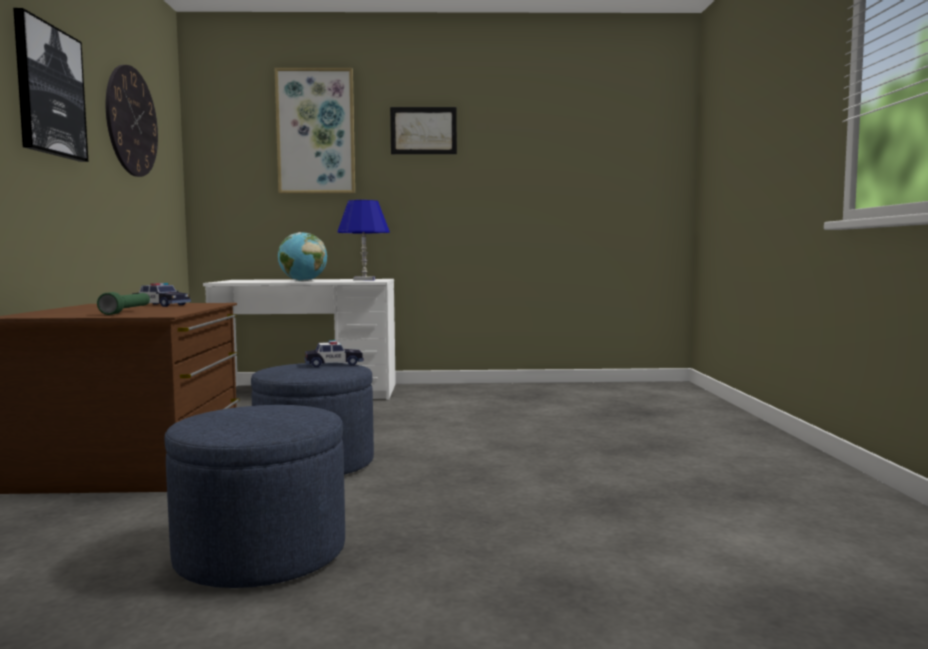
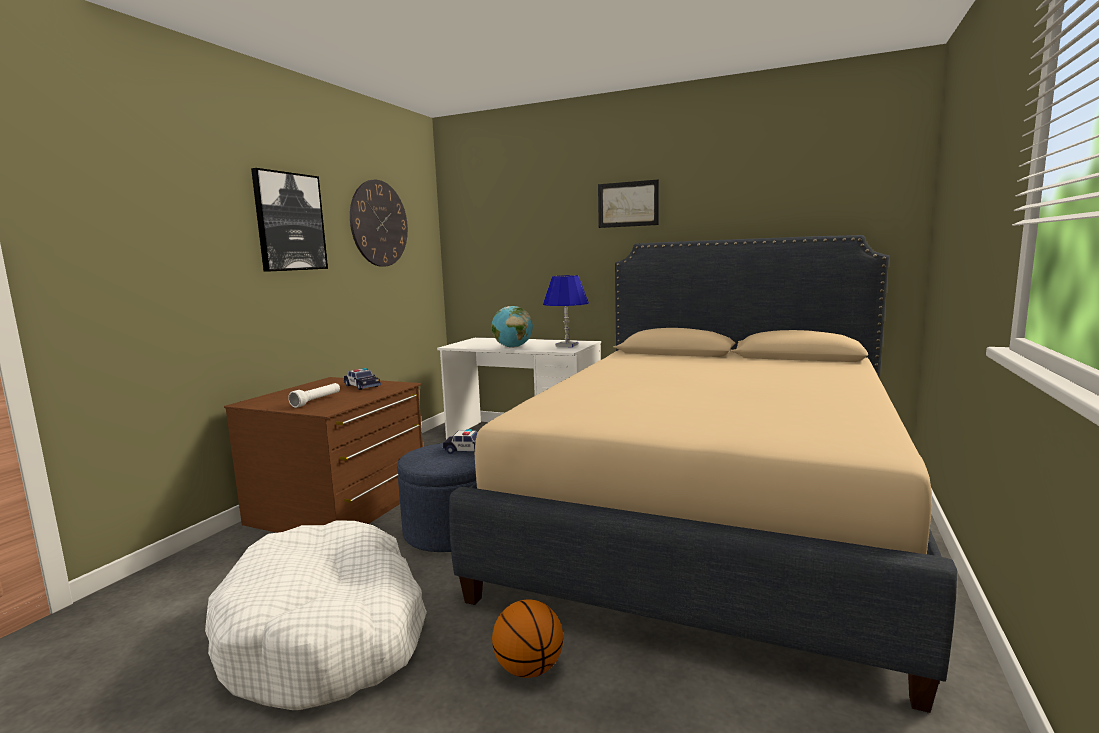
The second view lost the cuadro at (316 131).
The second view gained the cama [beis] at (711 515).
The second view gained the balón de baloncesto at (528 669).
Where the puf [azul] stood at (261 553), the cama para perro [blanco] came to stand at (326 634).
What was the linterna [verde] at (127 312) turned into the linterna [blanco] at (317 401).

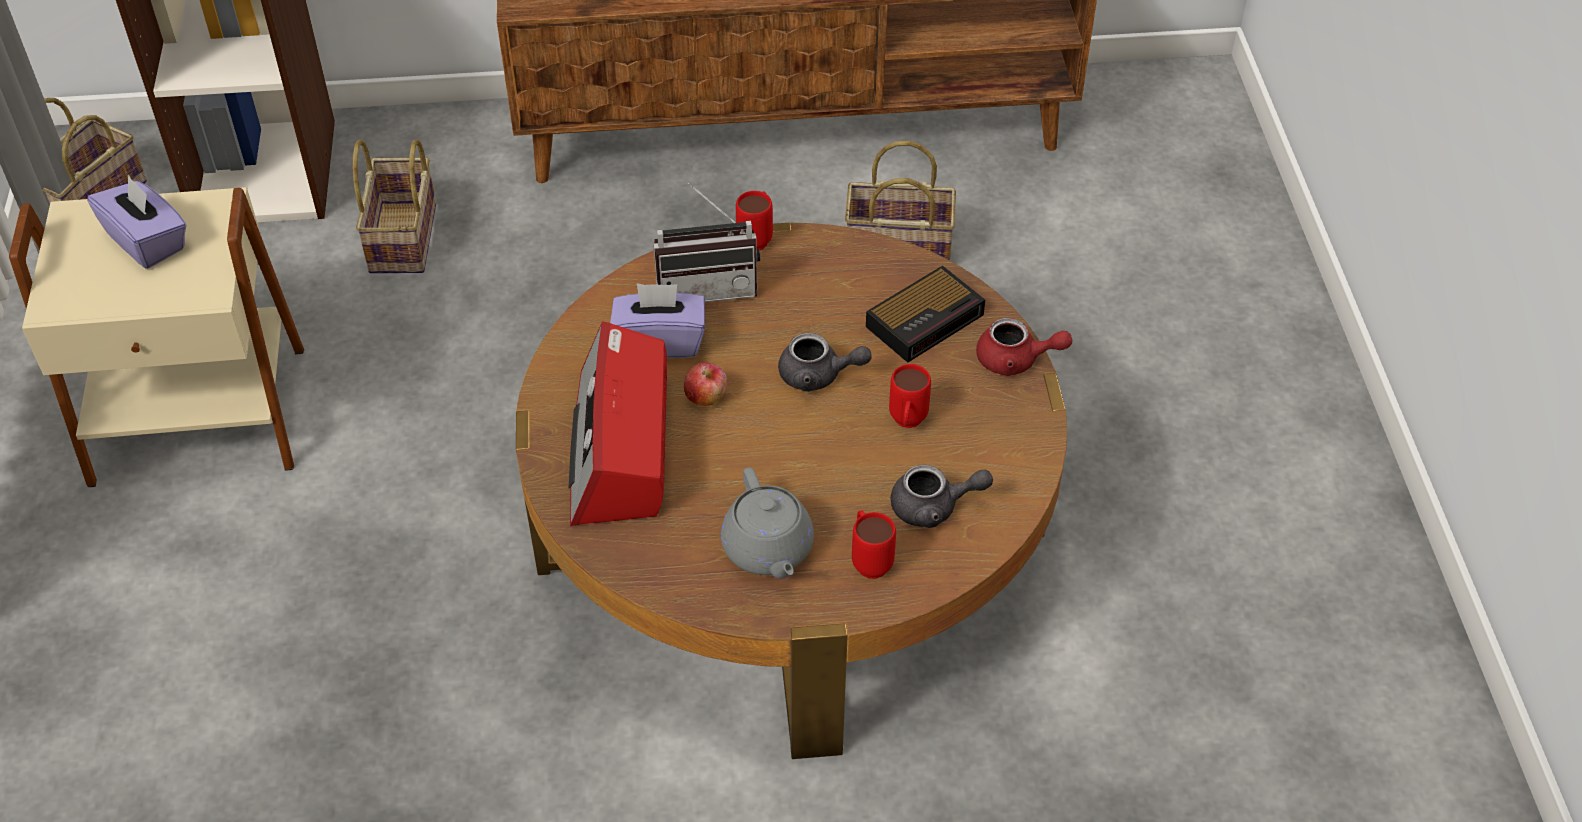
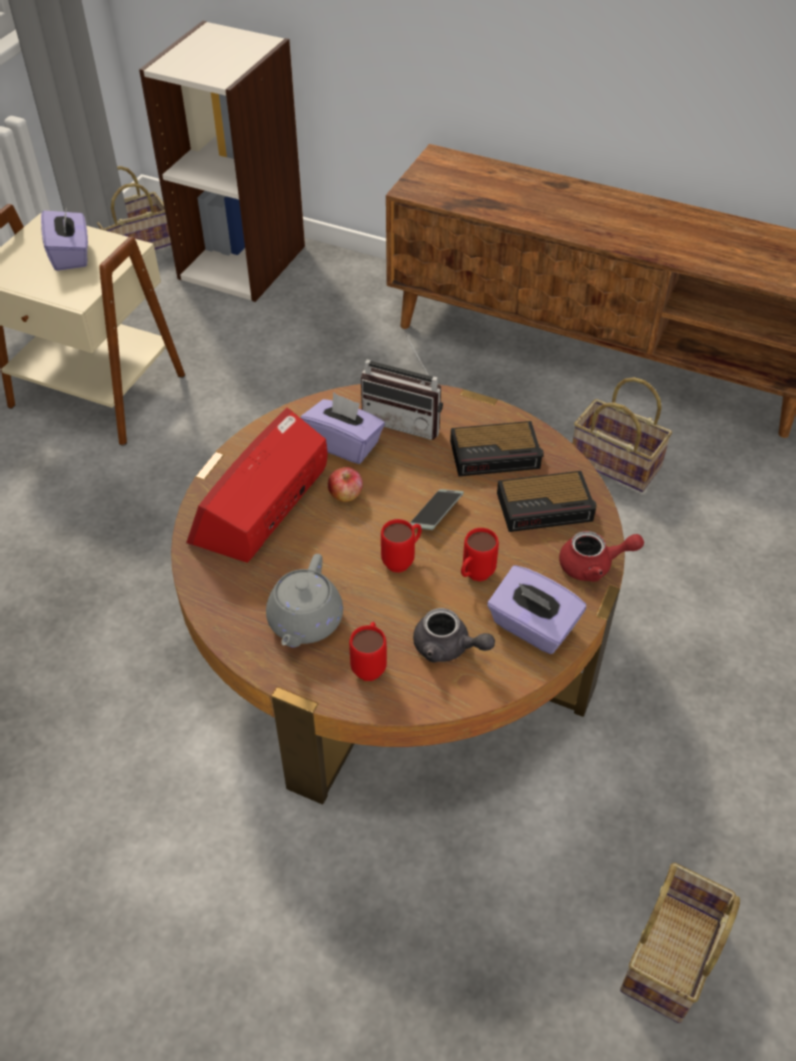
The second view gained the despertador at (497 454).
The second view gained the caja de pañuelos [morado] at (532 627).
The cesta ended up elsewhere, having gone from (405 240) to (671 959).
The taza grande [rojo] ended up elsewhere, having gone from (757 238) to (403 560).
Where the tetera [gris] stood at (818 376), the móvil came to stand at (435 514).
The tetera [rojo] at (1016 360) ended up facing another way, 45 degrees counterclockwise from before.

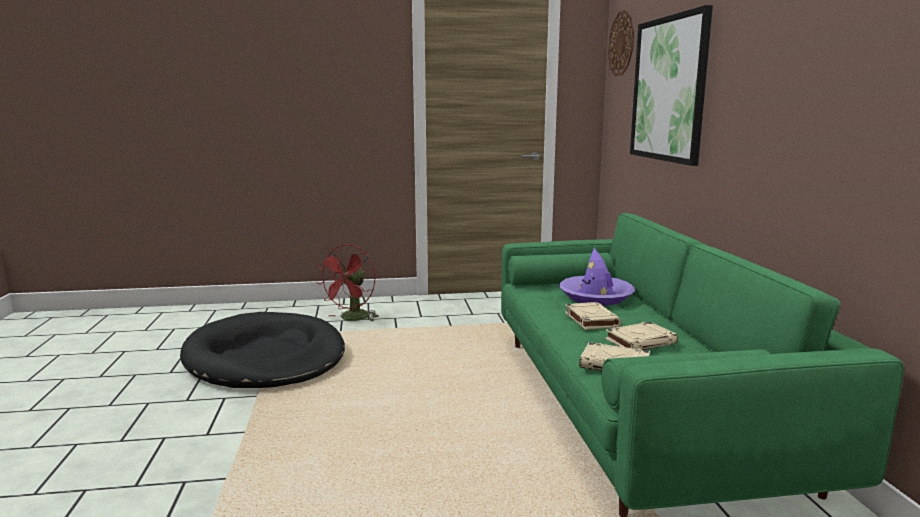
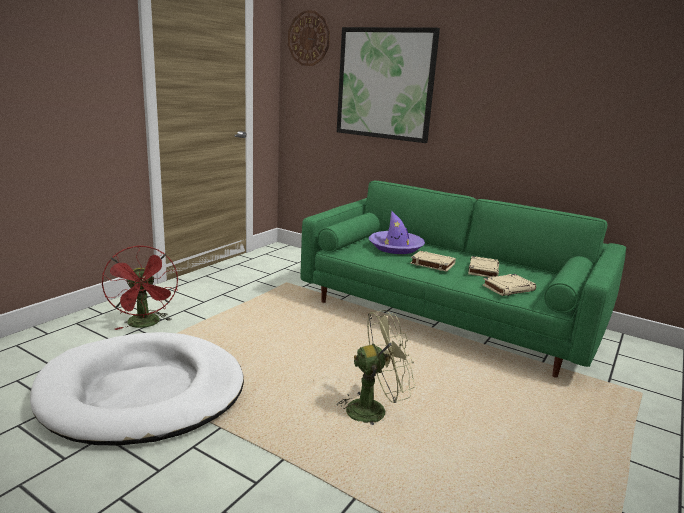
The second view gained the ventilador [verde] at (374 410).
What was the cama para perro [negro] at (265 357) turned into the cama para perro [blanco] at (143 393).

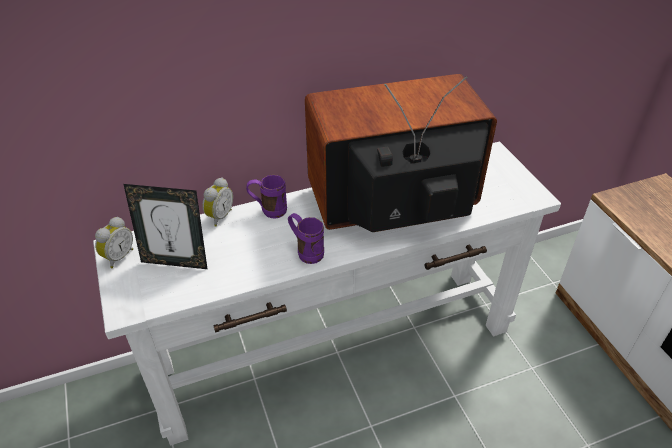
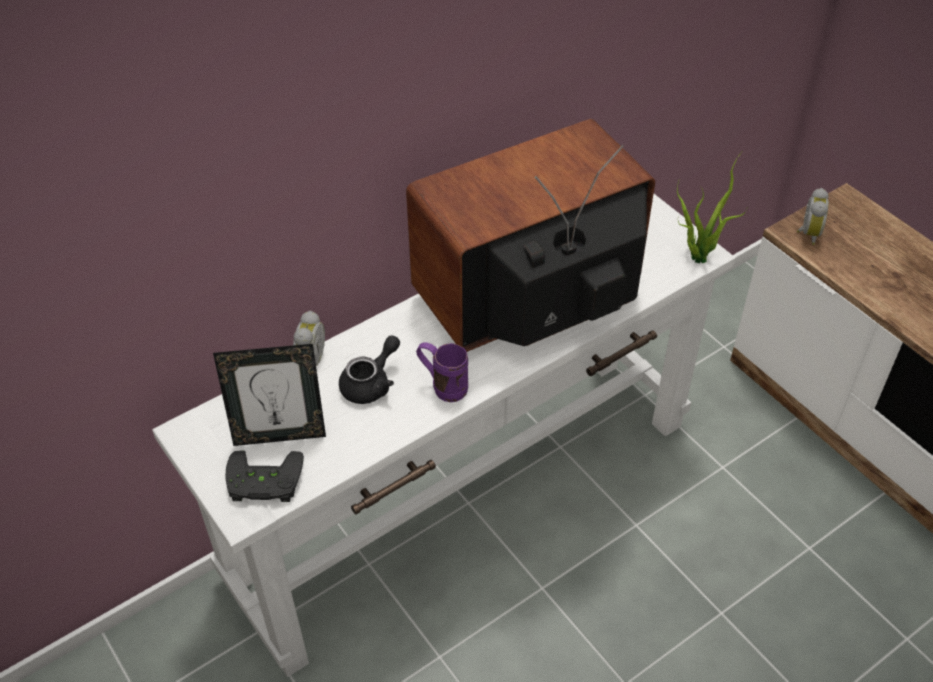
The second view lost the taza grande [morado] at (268 211).
The second view gained the mando de consola [negro] at (263 484).
The second view gained the tetera [negro] at (371 383).
The second view gained the planta en maceta at (698 254).
The despertador ended up elsewhere, having gone from (118 257) to (807 233).

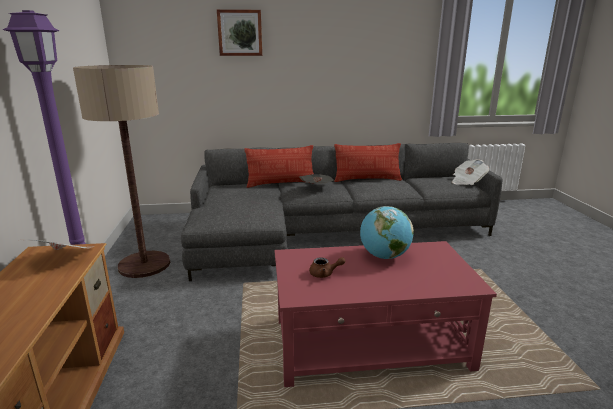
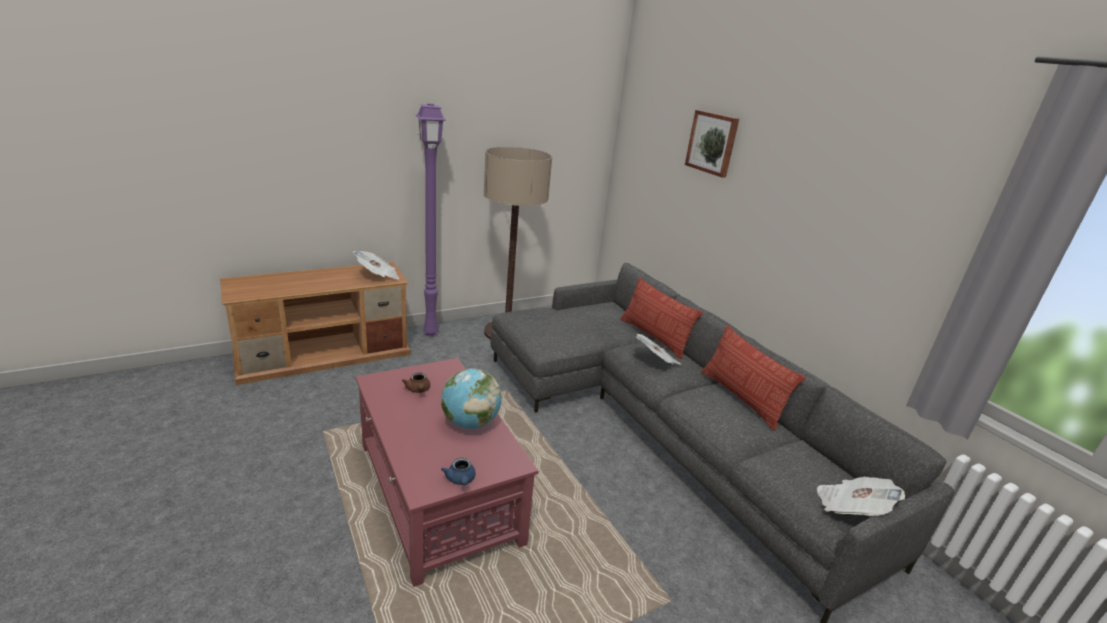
The second view gained the tetera [azul] at (460 480).

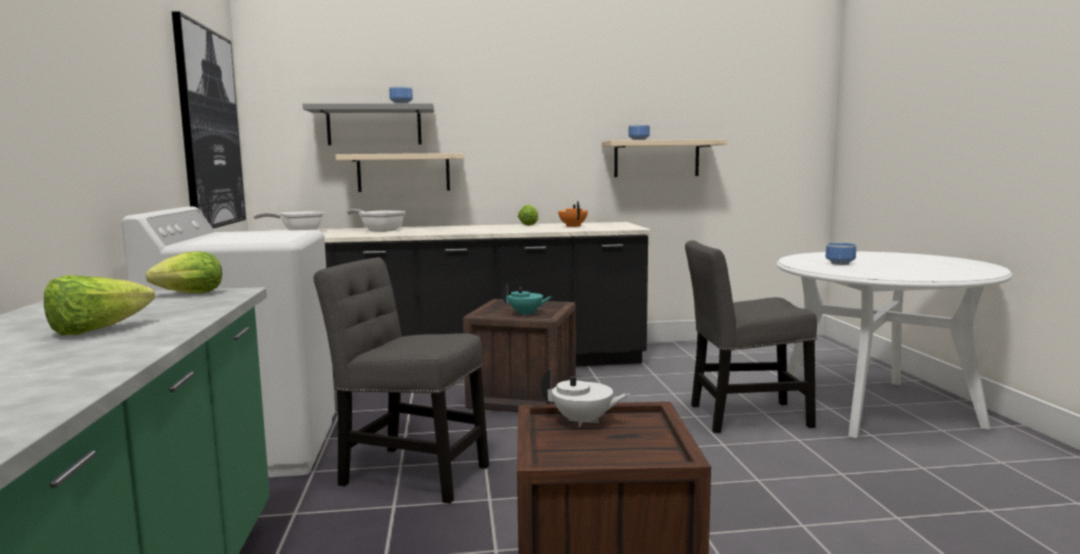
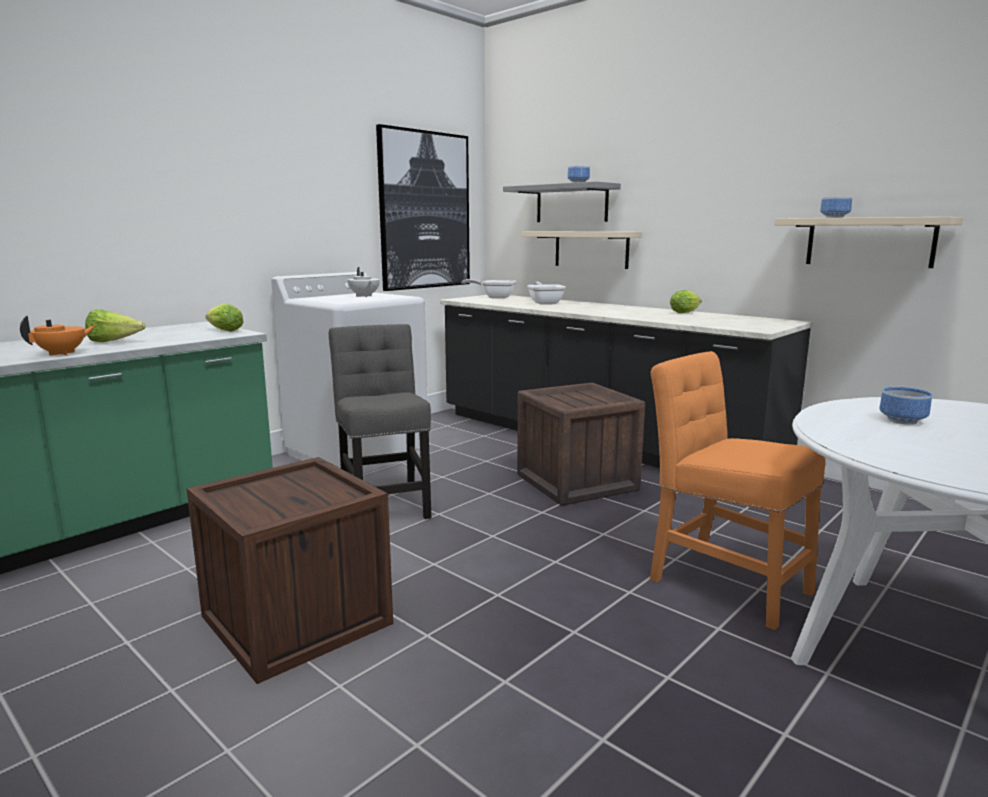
The second view lost the tetera [turquesa] at (526 314).
The tetera [blanco] ended up elsewhere, having gone from (583 422) to (364 296).
The tetera [naranja] ended up elsewhere, having gone from (573 226) to (62 353).
What was the silla [gris] at (743 417) turned into the silla [naranja] at (722 582).

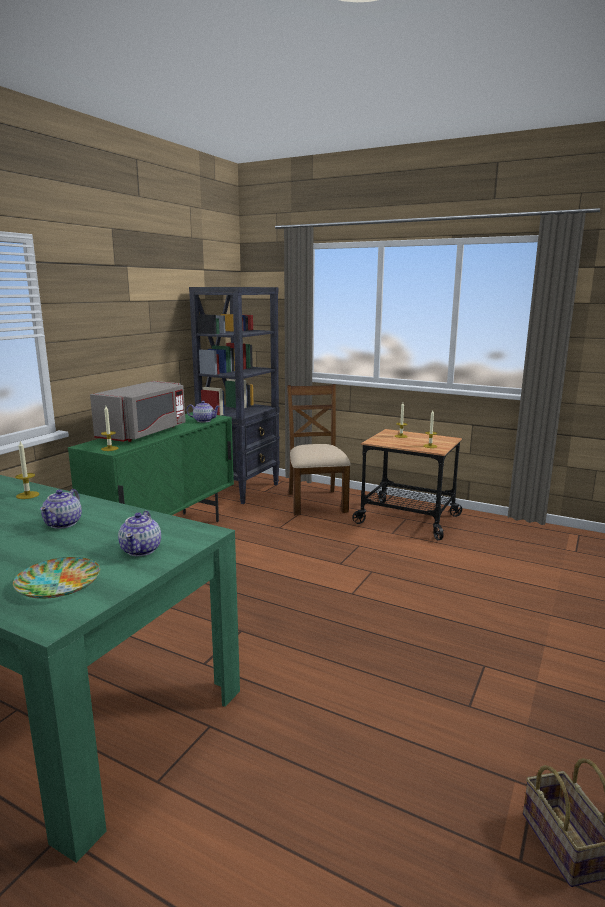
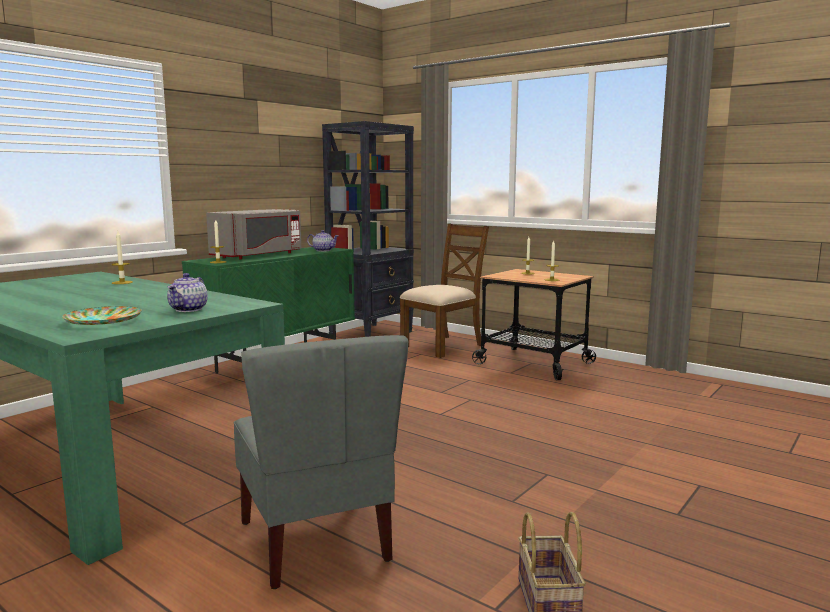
The second view lost the tetera at (64 523).
The second view gained the silla [gris] at (317 541).
The silla [marrón] at (316 502) ended up facing another way, 45 degrees clockwise from before.

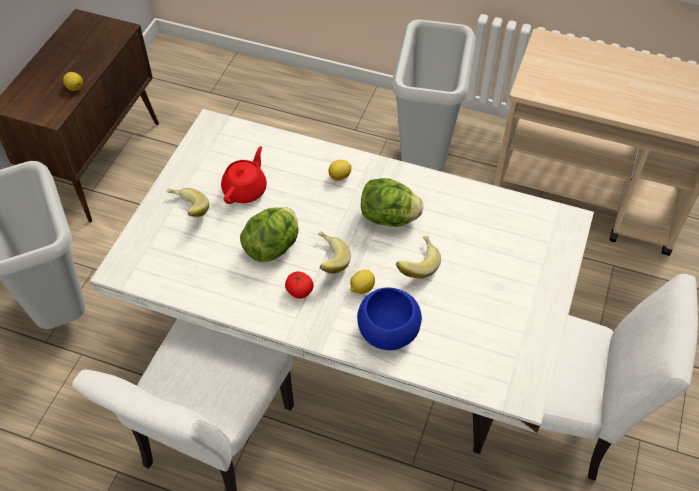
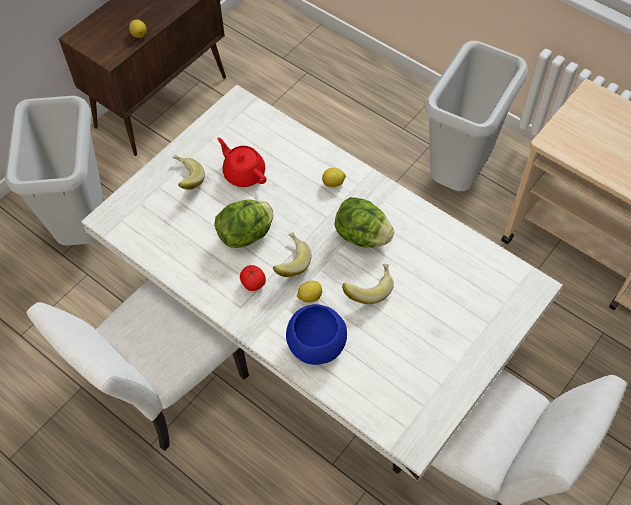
The tetera [rojo] at (245 190) ended up facing another way, 90 degrees counterclockwise from before.

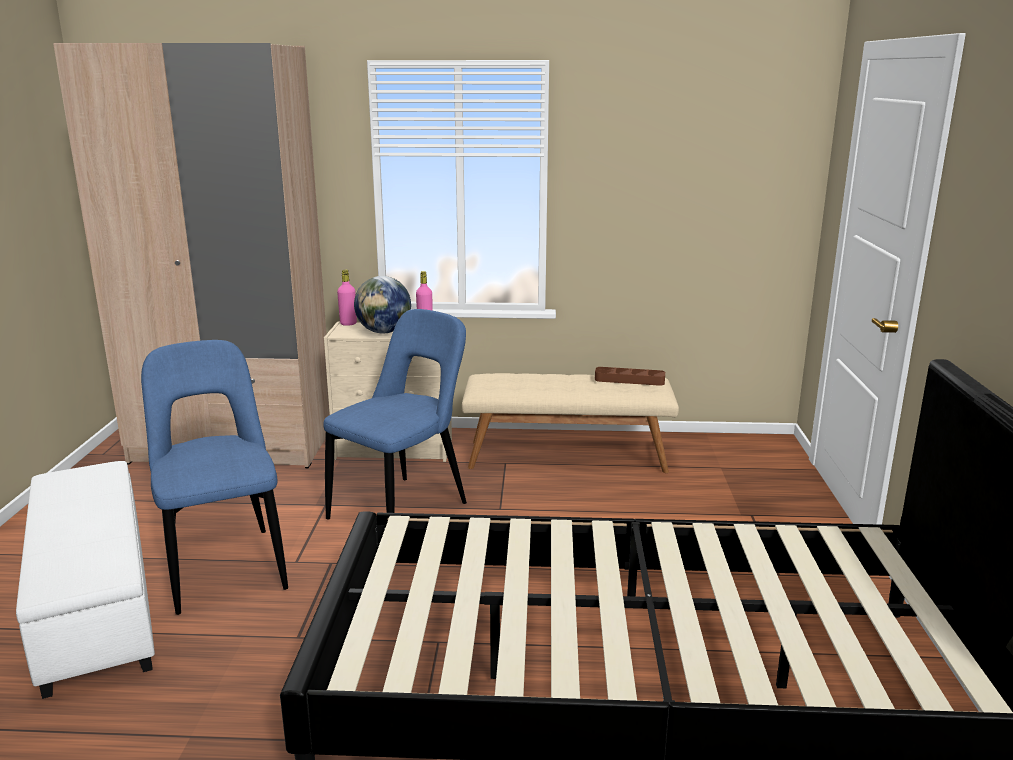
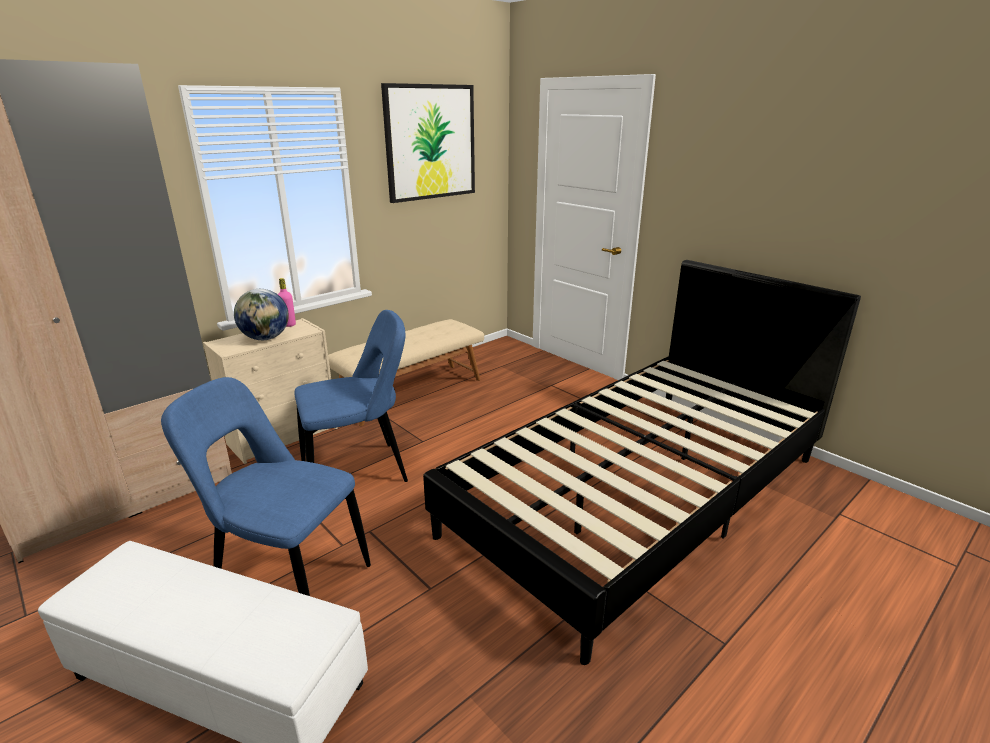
The second view lost the botella [rosa] at (348 324).
The second view lost the bandeja [marrón] at (629 380).
The second view gained the cuadro at (430 142).
The silla [azul] at (403 508) ended up facing another way, 75 degrees clockwise from before.

